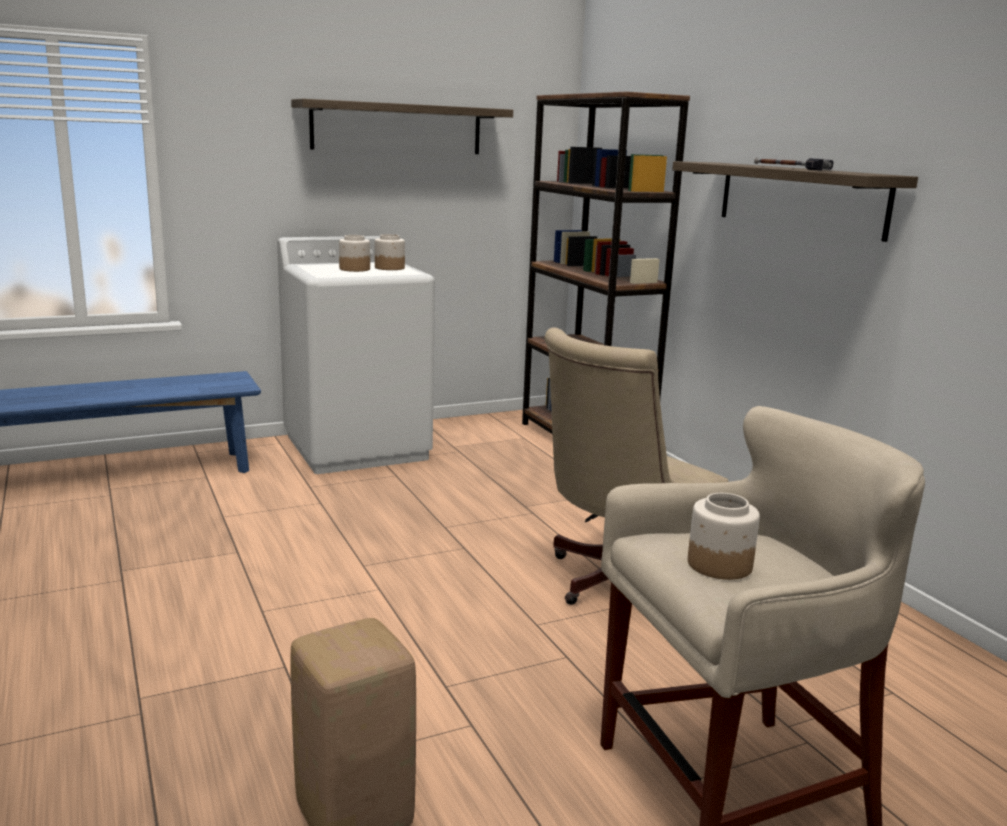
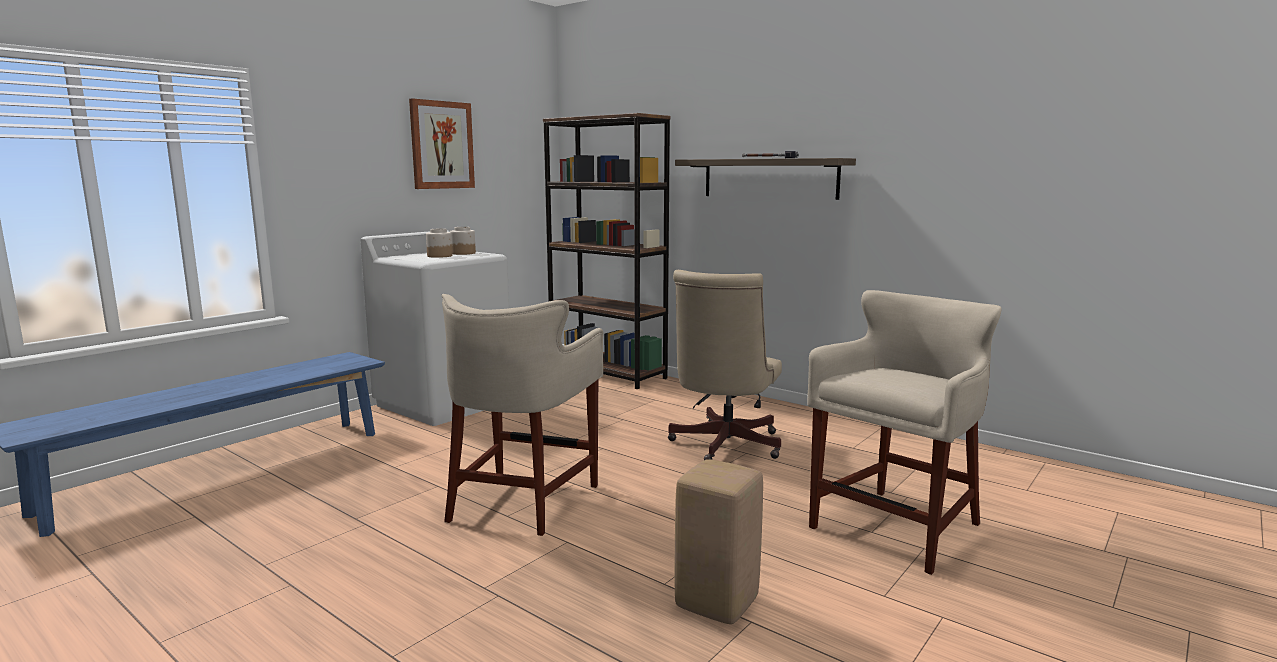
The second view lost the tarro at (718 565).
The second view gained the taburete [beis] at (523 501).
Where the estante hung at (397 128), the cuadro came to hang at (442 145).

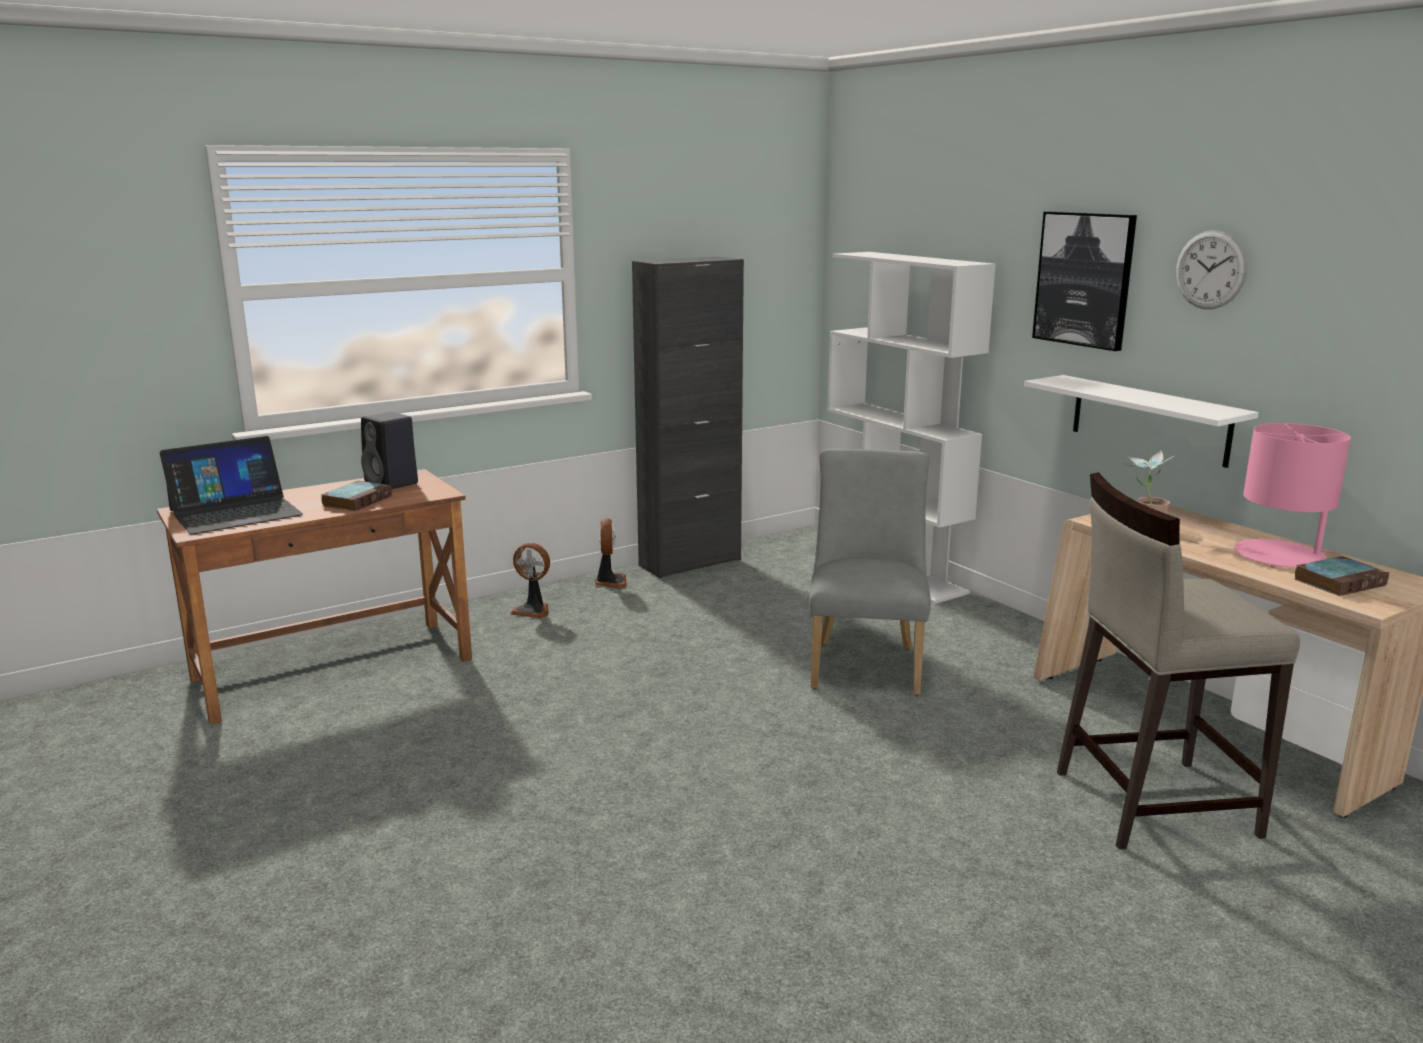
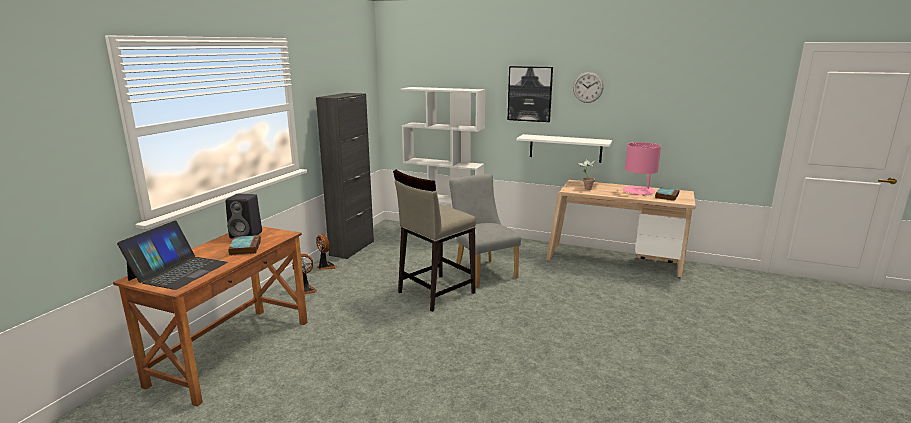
The taburete [beis] ended up elsewhere, having gone from (1152 802) to (435 292).

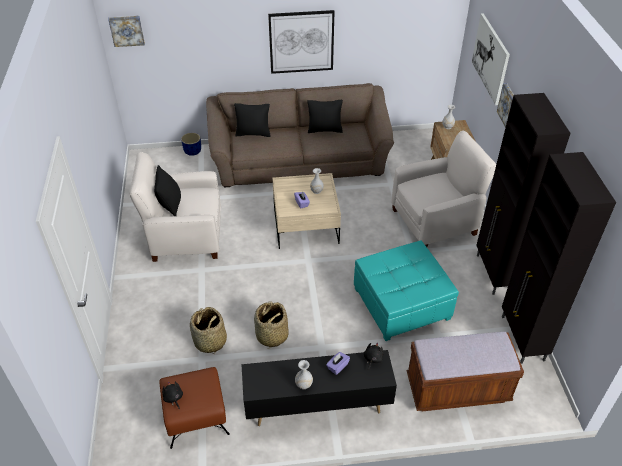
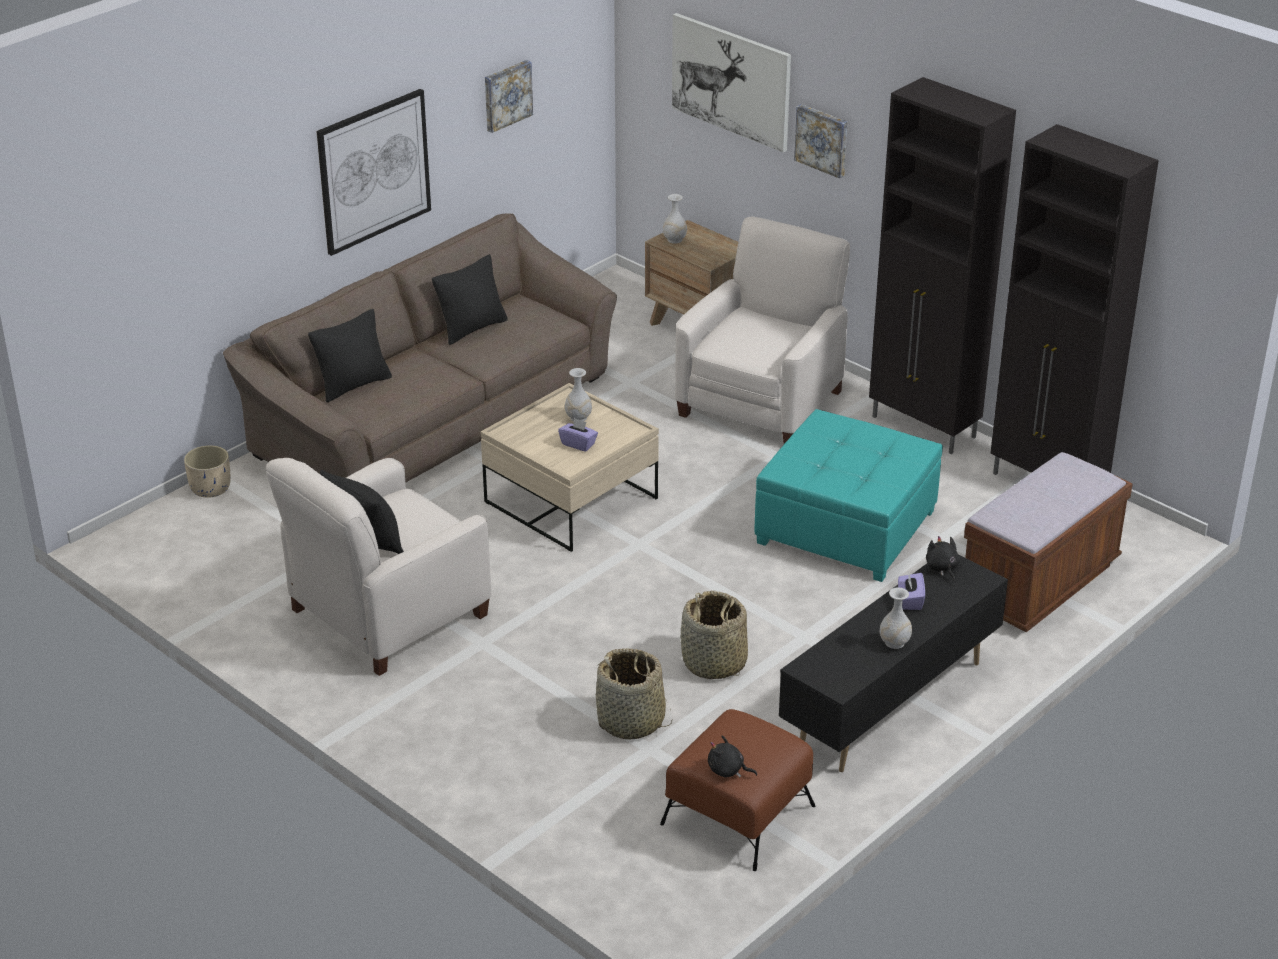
The cuadro ended up elsewhere, having gone from (126 30) to (506 95).
What was the maceta [azul] at (193 151) turned into the maceta [beis] at (211 488).

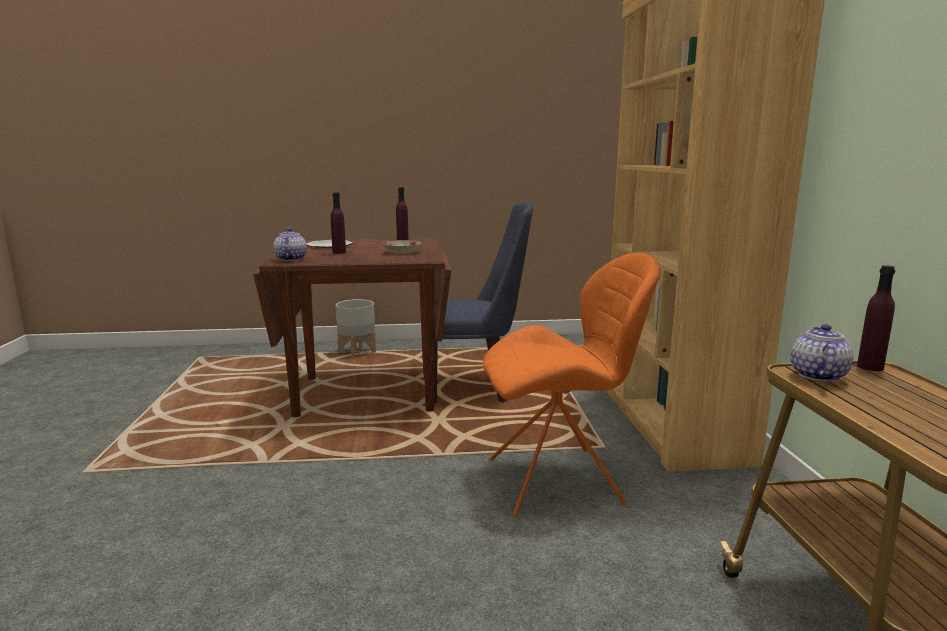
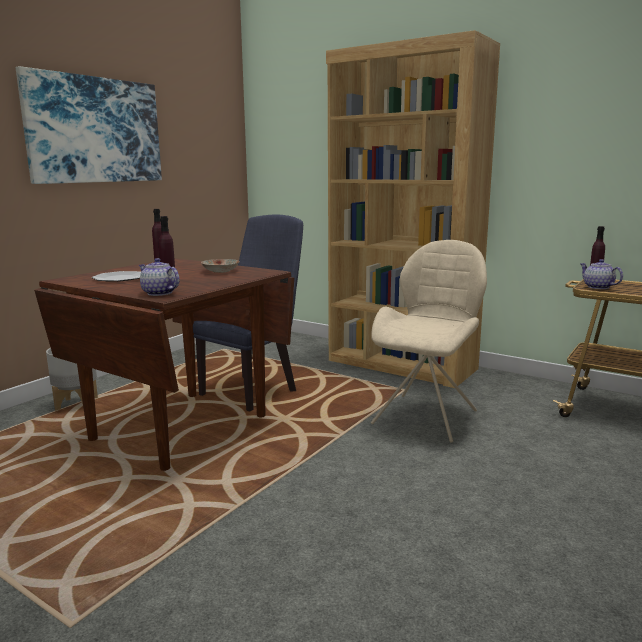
The second view gained the cuadro at (95 130).
What was the silla [naranja] at (559 480) turned into the silla [beis] at (427 416).

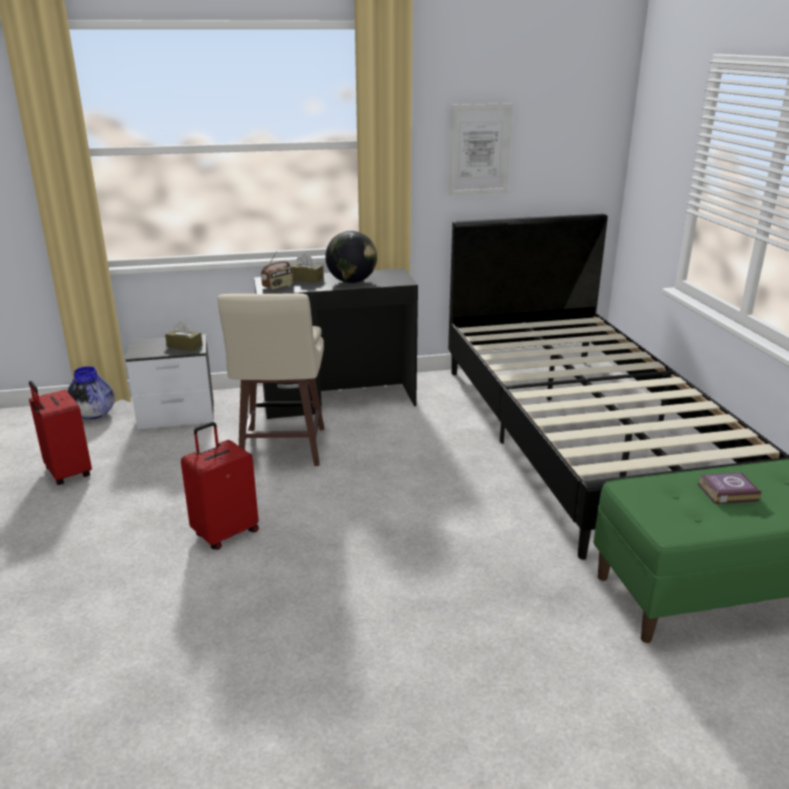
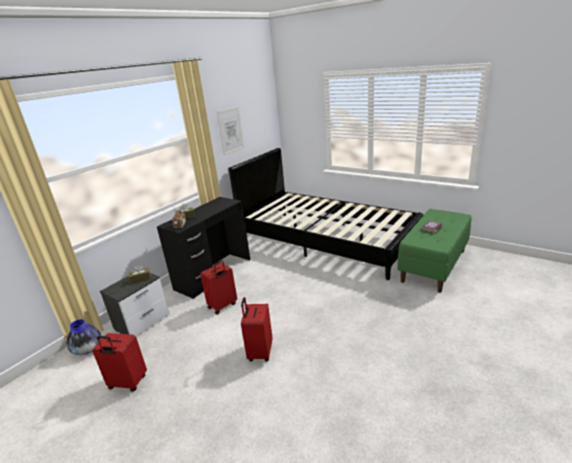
The second view lost the globo terráqueo at (351 282).
Where the taburete [beis] stood at (281 448), the maleta [rojo] came to stand at (223 306).

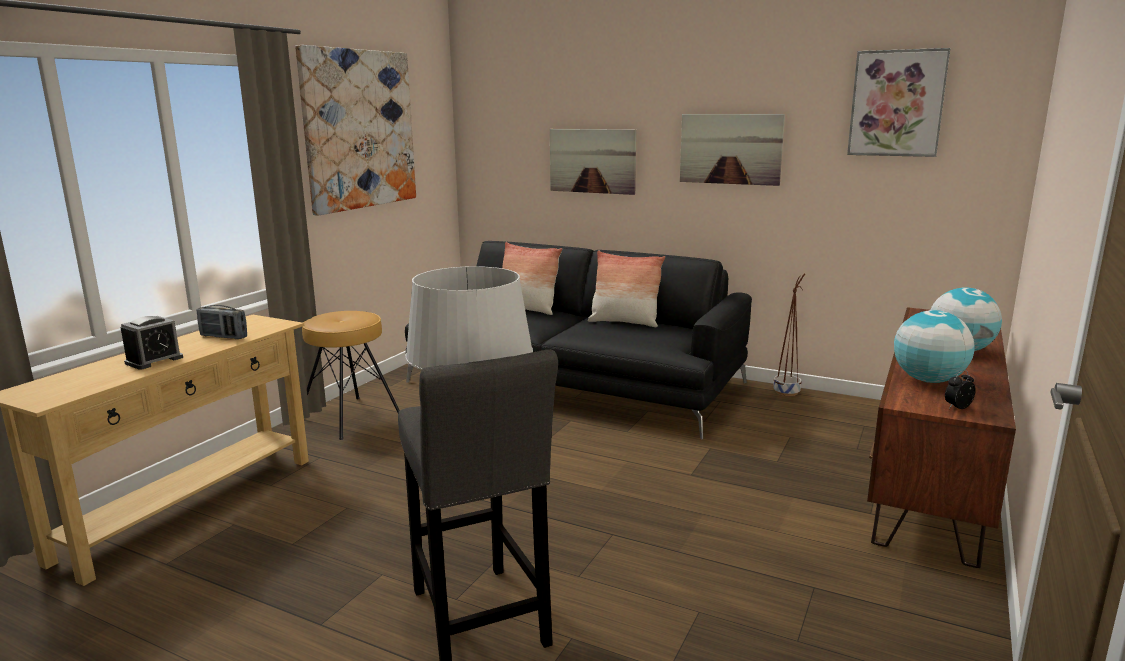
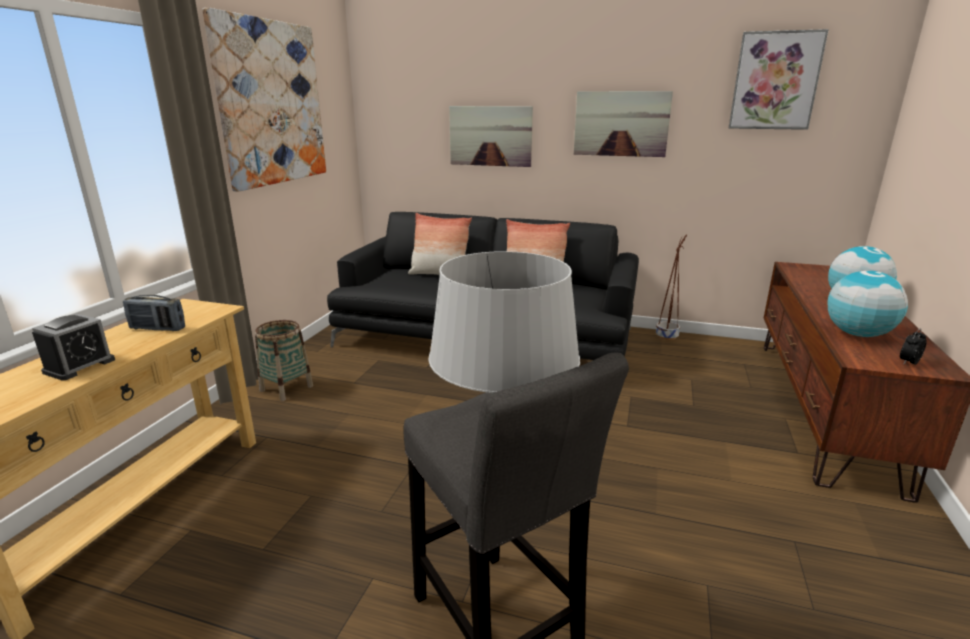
Where the taburete [marrón] stood at (350 417), the cesta came to stand at (286 388).

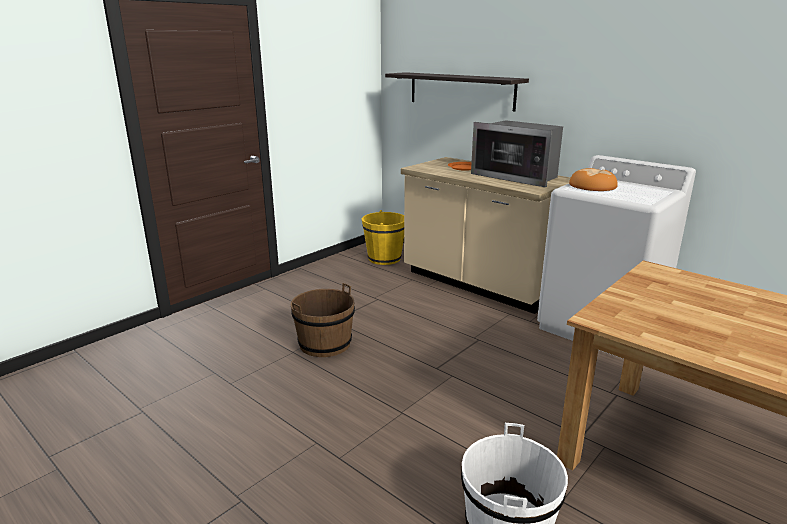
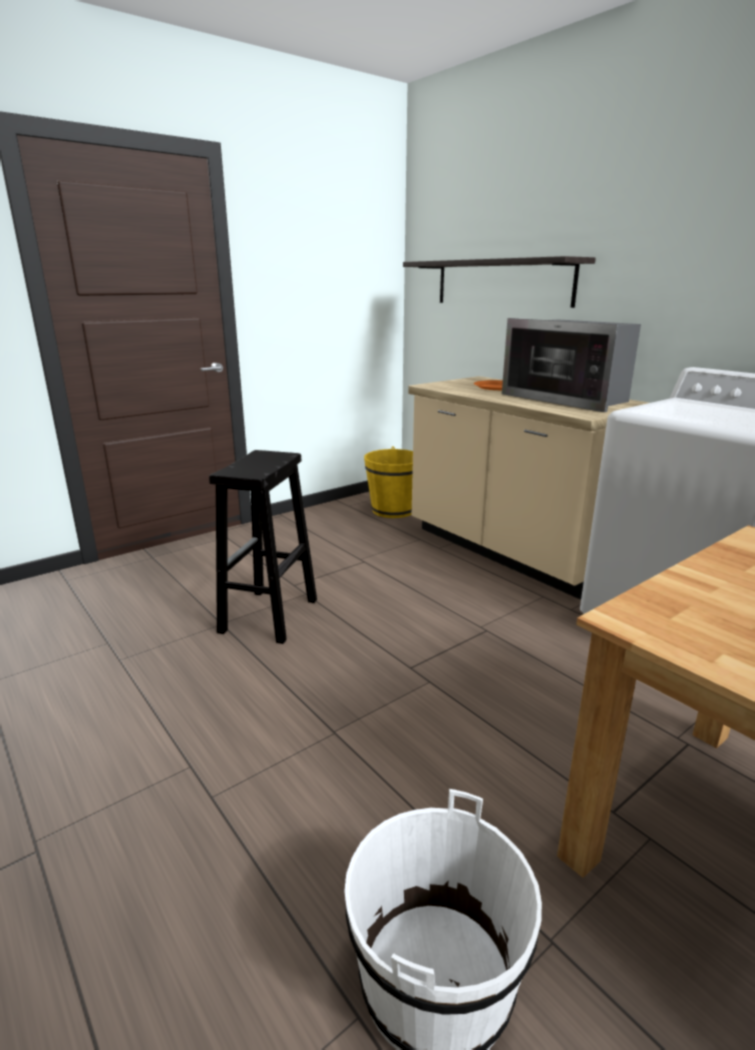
The second view lost the pan at (592 186).
Where the cubo [marrón] stood at (325 344), the taburete [negro] came to stand at (269 616).

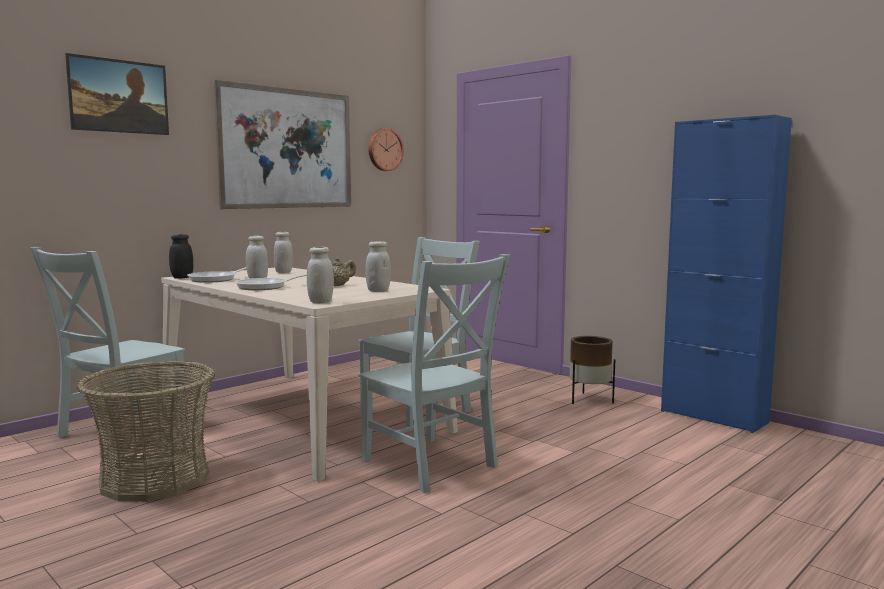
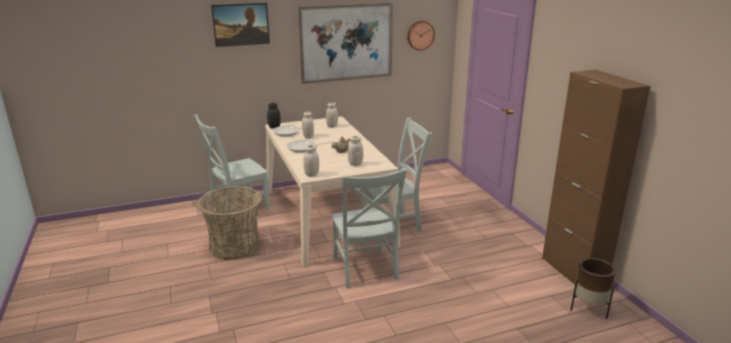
The maceta [marrón] ended up elsewhere, having gone from (589 400) to (588 309).
What was the armario [azul] at (713 417) turned into the armario [marrón] at (573 272).

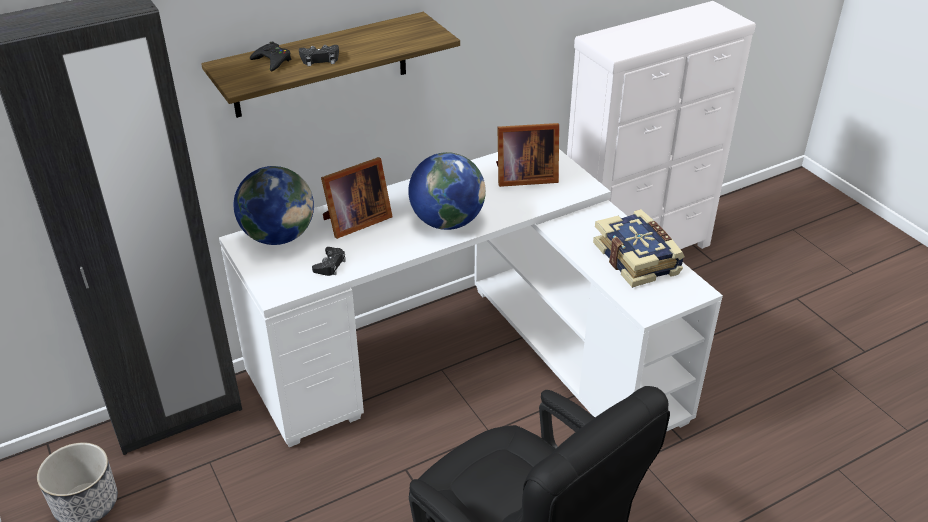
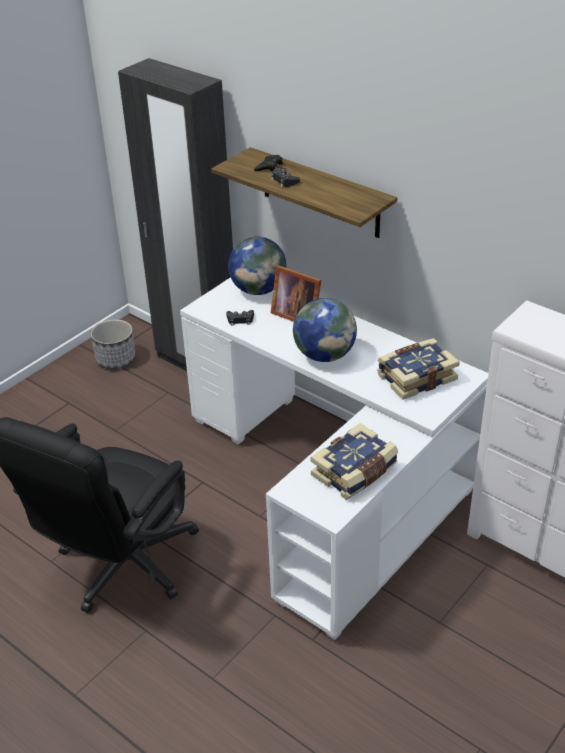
Where the portarretratos stood at (523 177), the libro came to stand at (416 377).

